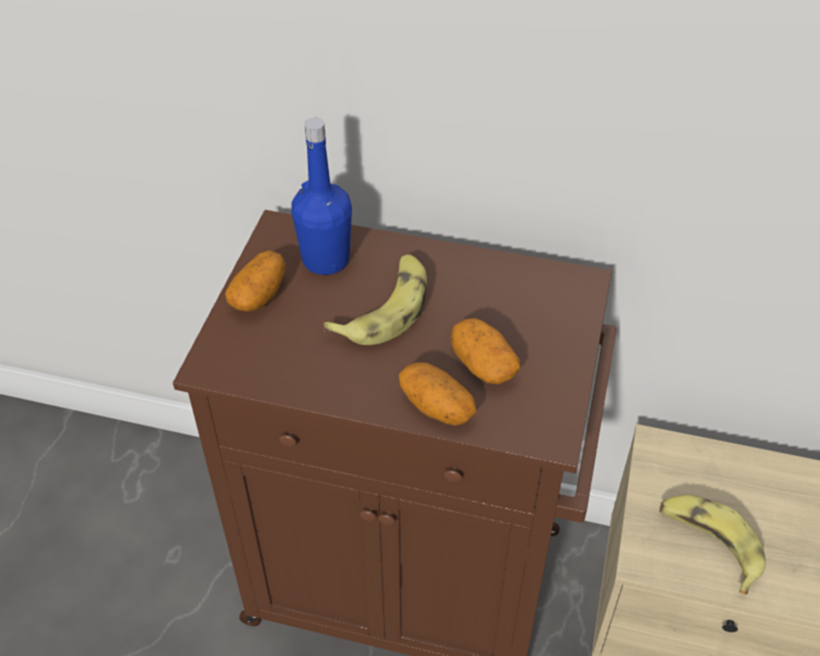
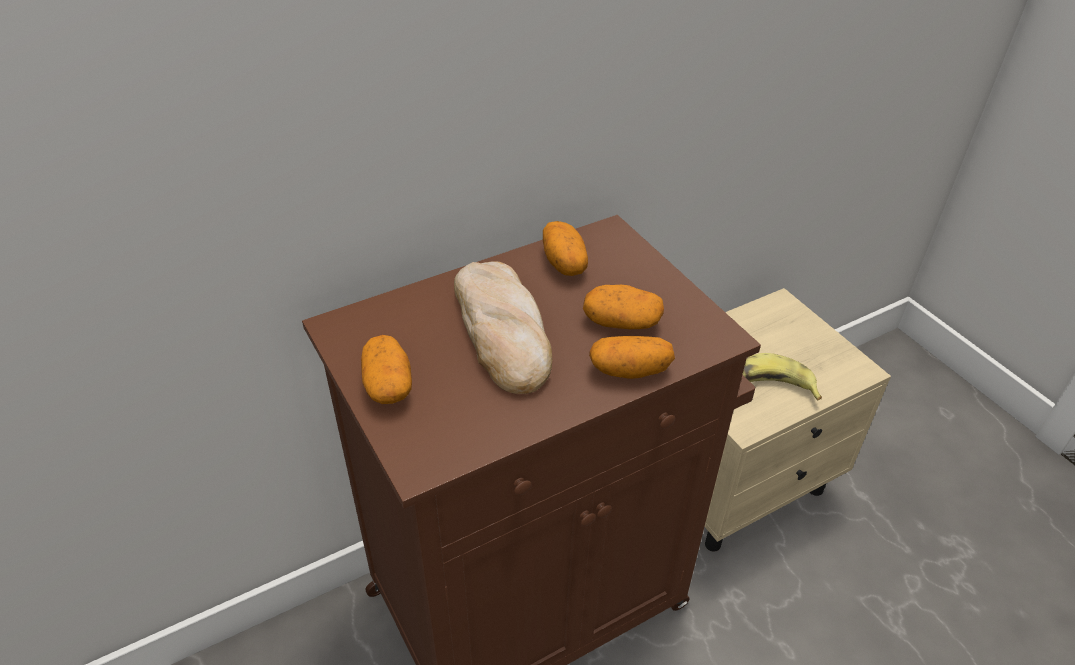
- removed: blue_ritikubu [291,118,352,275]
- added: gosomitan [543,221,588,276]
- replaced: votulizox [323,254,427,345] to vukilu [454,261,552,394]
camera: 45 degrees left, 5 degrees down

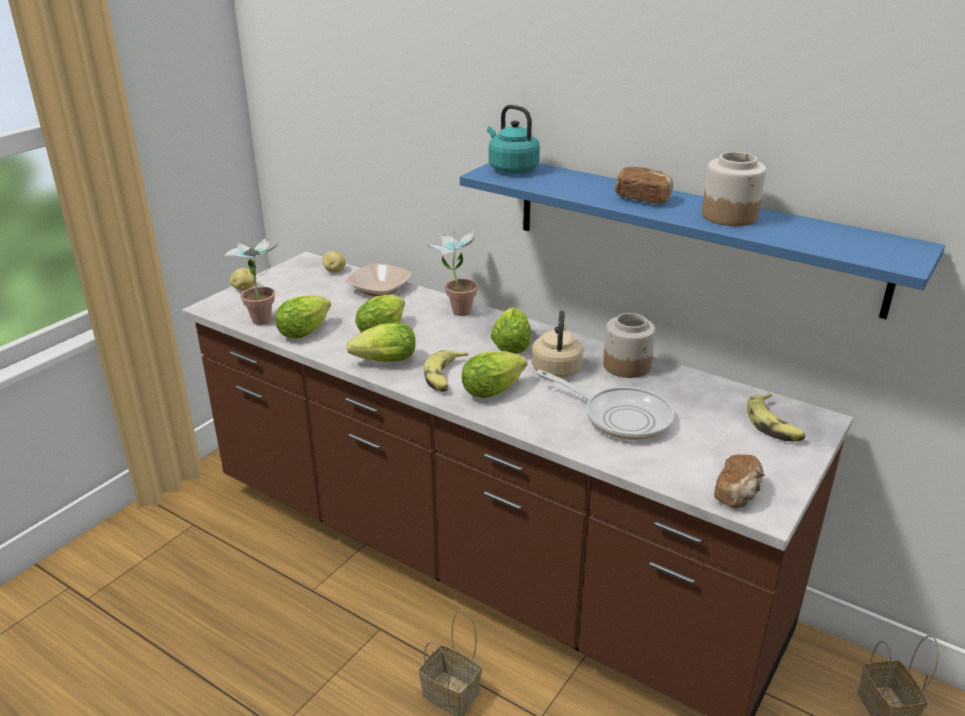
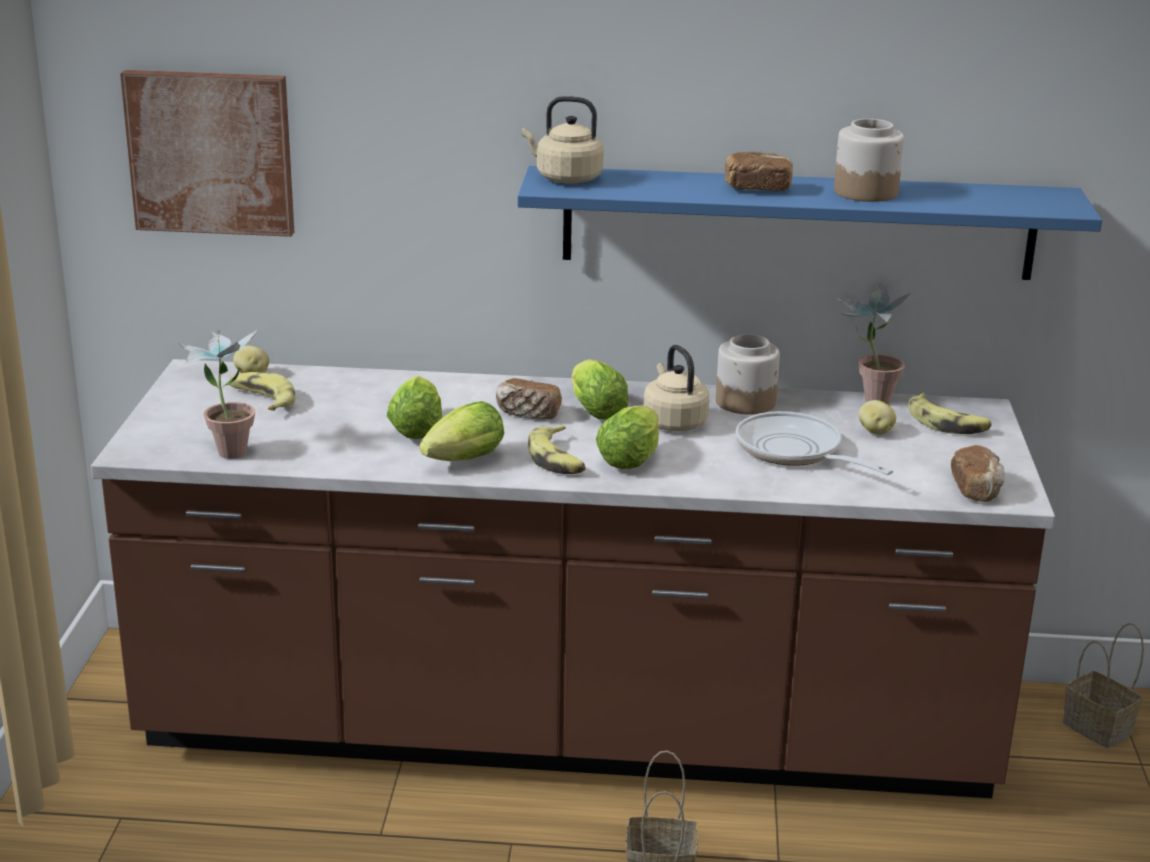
- removed: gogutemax [275,295,331,339]
- removed: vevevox [345,263,412,297]
- added: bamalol [120,70,294,237]
- added: votulizox [229,372,295,411]
- added: vukilu [496,378,562,419]
- moved: gosomitan [230,268,254,291] to [858,400,896,435]
- moved: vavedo [426,229,478,316] to [837,283,912,404]
- recoloured: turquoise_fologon [487,105,540,174] to beige_fologon [522,96,604,184]
- turned: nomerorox [536,369,674,440] = [736,411,893,475] 135 degrees counterclockwise
camera: 30 degrees left, 5 degrees down

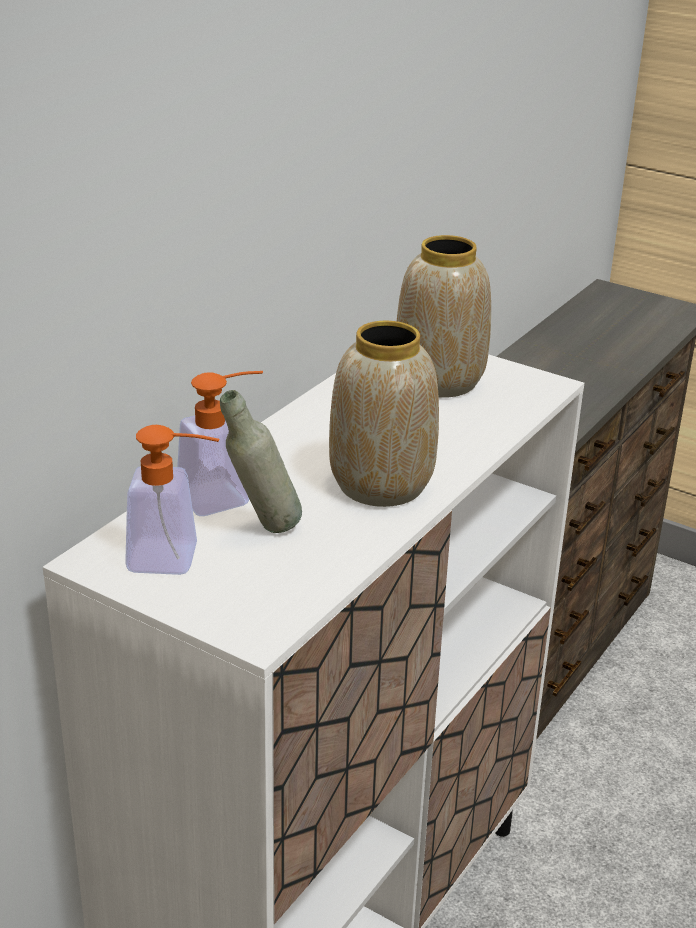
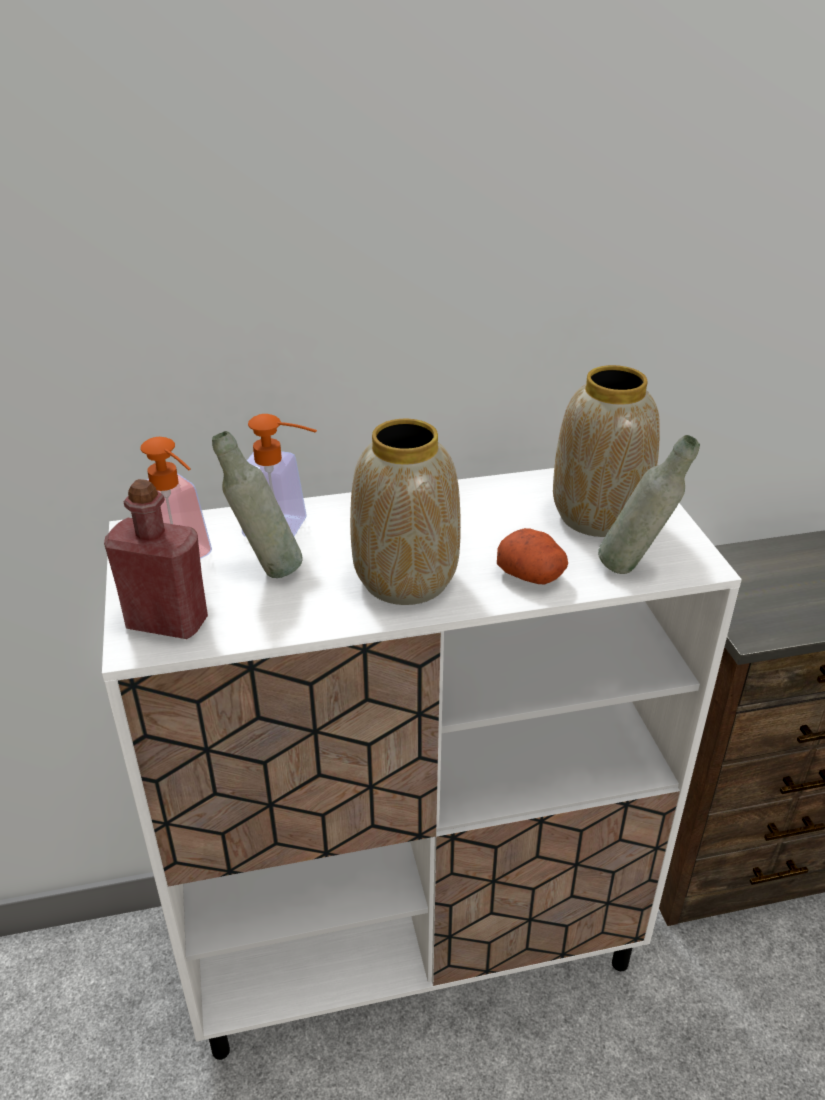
- added: red_ritikubu [104,479,208,639]
- added: gosomitan [497,528,568,584]
- added: grey_ritikubu [598,435,700,574]
camera: 45 degrees right, 5 degrees up

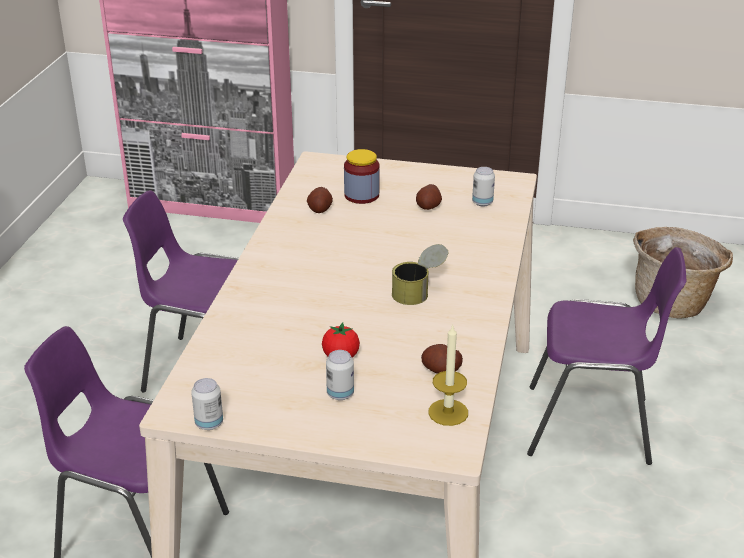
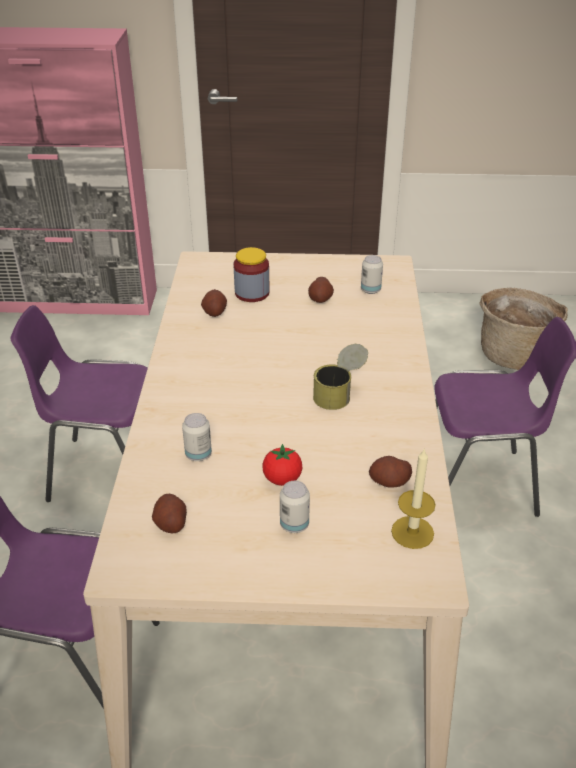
- added: gosomitan [152,494,187,533]
- moved: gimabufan [191,378,223,430] to [182,413,212,461]
camera: 10 degrees left, 5 degrees up

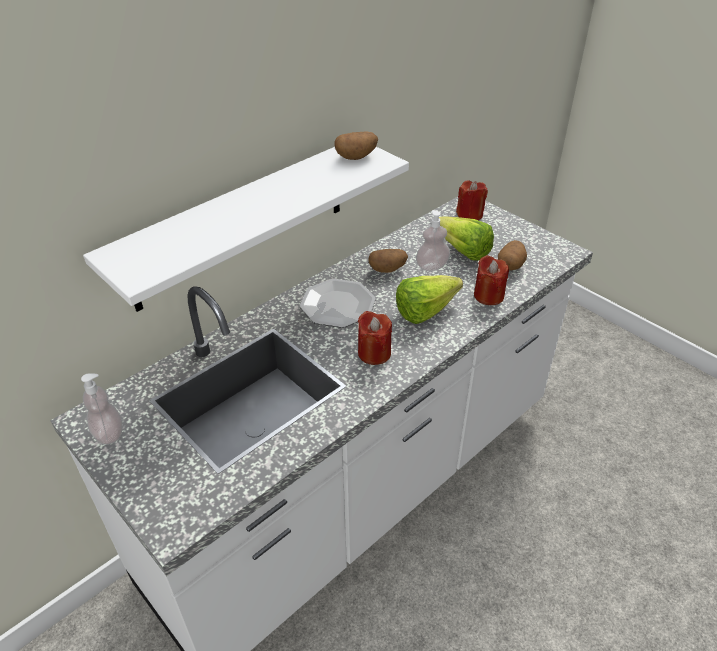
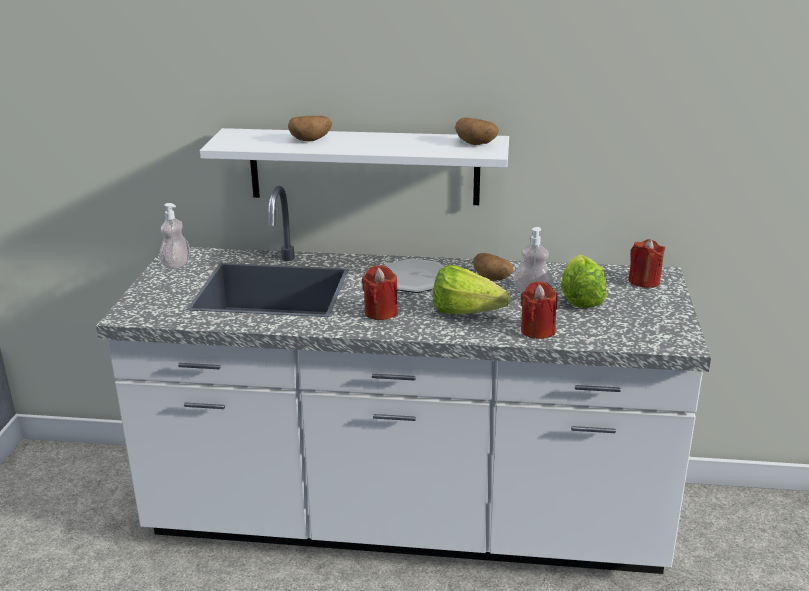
- moved: gosomitan [498,240,527,270] to [288,116,332,141]
camera: 50 degrees right, 15 degrees down

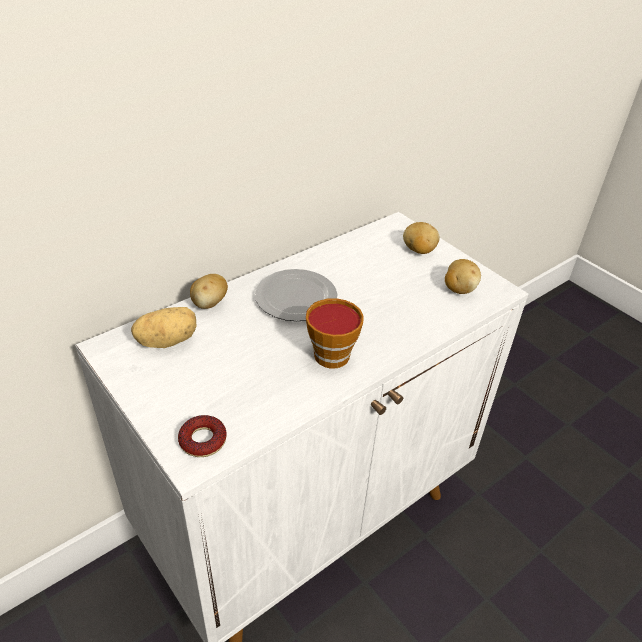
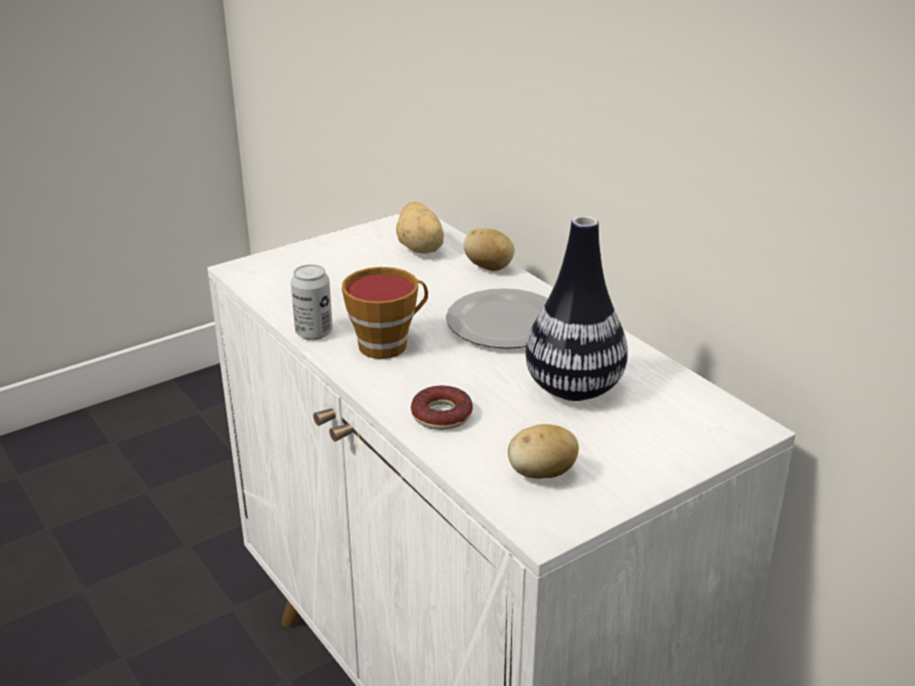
- removed: gosomitan [403,222,440,254]
- added: gimabufan [291,264,333,340]
- added: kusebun [525,215,628,401]
- moved: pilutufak [178,415,227,457] to [411,386,473,430]
camera: 95 degrees right, 10 degrees down

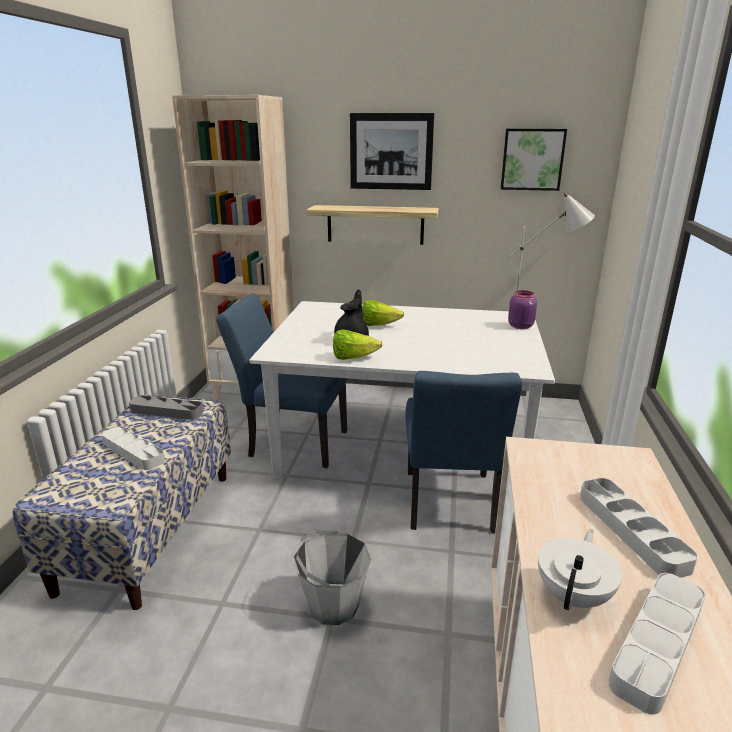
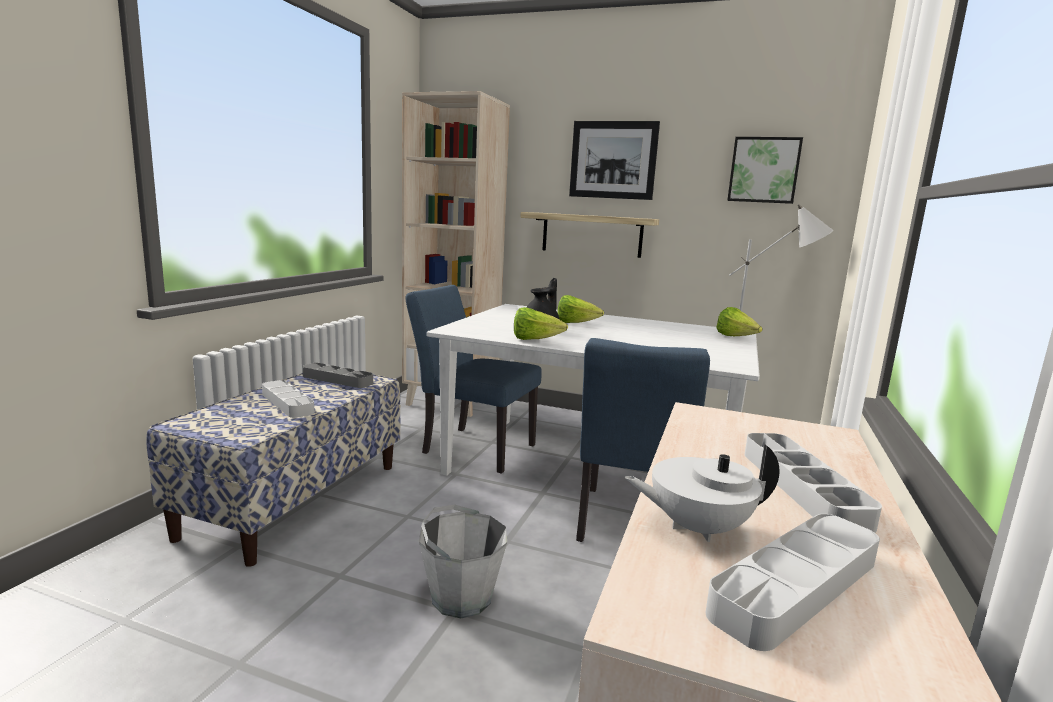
- replaced: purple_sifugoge [508,290,537,329] to gogutemax [716,307,762,336]
- turned: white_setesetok [538,529,622,610] = [624,444,780,542] 135 degrees counterclockwise
camera: 10 degrees right, 10 degrees down

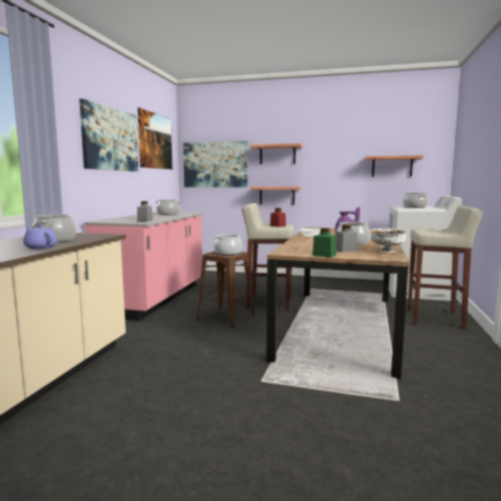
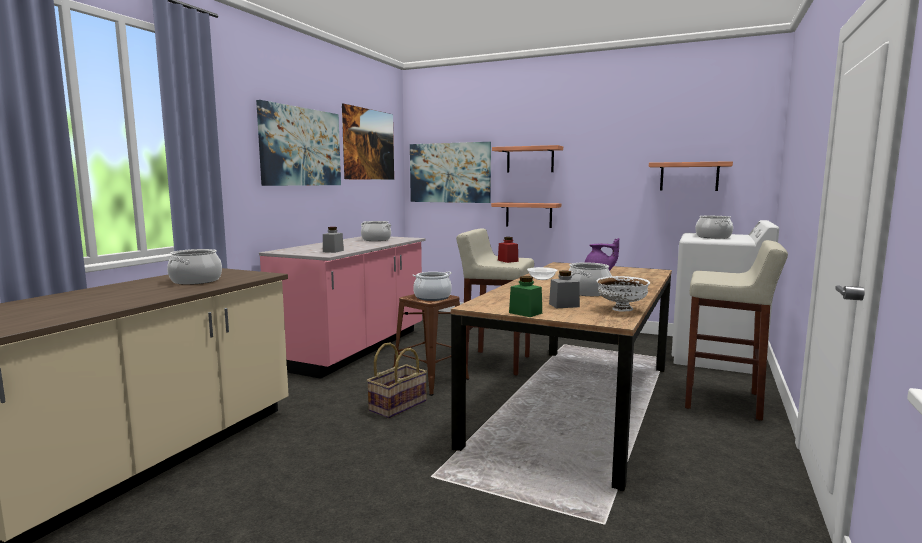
- removed: purple_setesetok [23,224,58,249]
- added: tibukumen [367,343,427,418]
camera: 10 degrees right, 0 degrees up

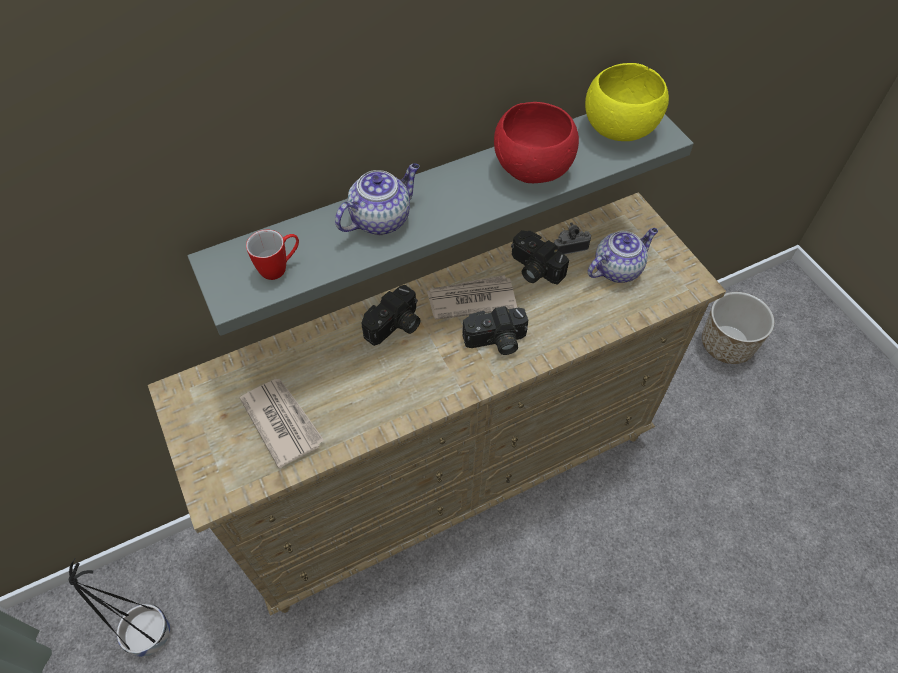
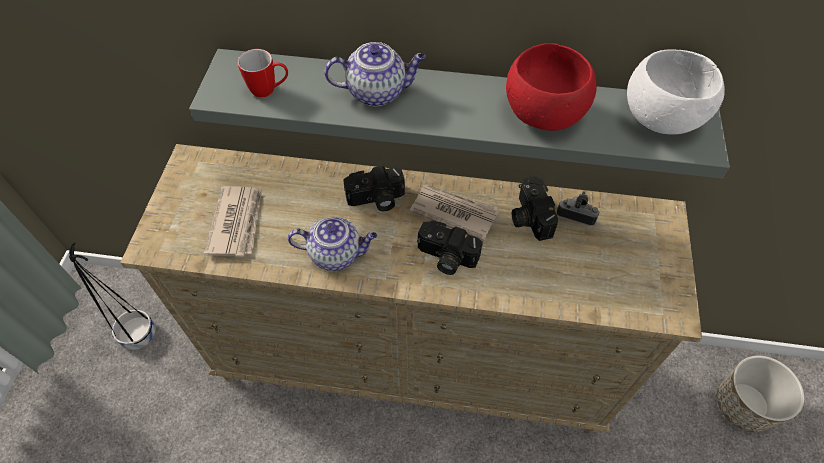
- moved: setesetok [588,228,658,283] to [288,216,377,271]
- recoloured: yellow_vevevox [585,63,669,141] to white_vevevox [627,49,725,135]
camera: 35 degrees right, 0 degrees up

